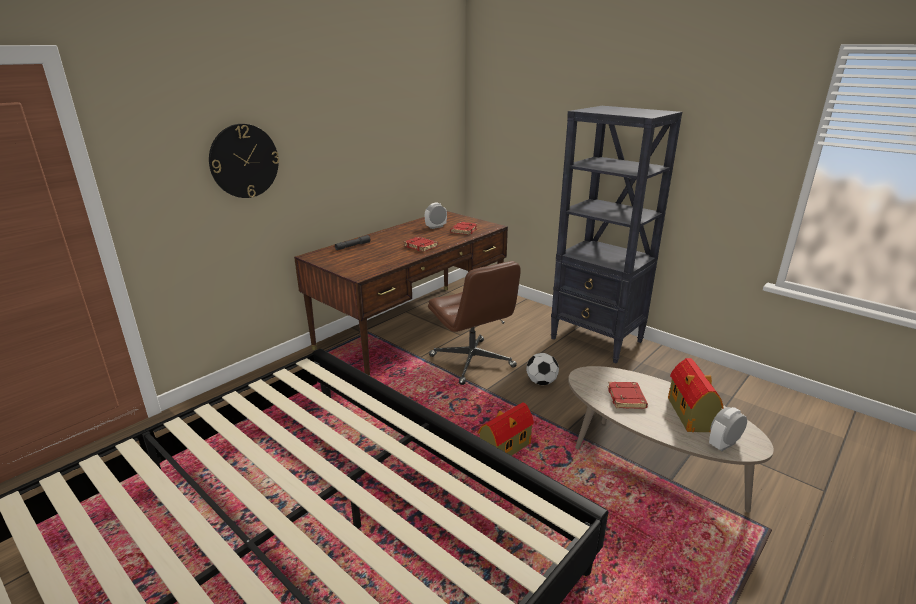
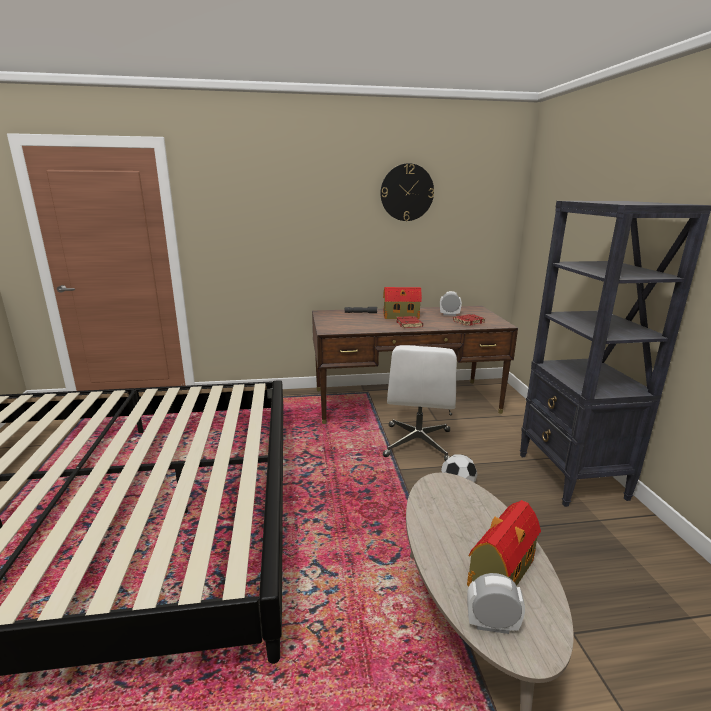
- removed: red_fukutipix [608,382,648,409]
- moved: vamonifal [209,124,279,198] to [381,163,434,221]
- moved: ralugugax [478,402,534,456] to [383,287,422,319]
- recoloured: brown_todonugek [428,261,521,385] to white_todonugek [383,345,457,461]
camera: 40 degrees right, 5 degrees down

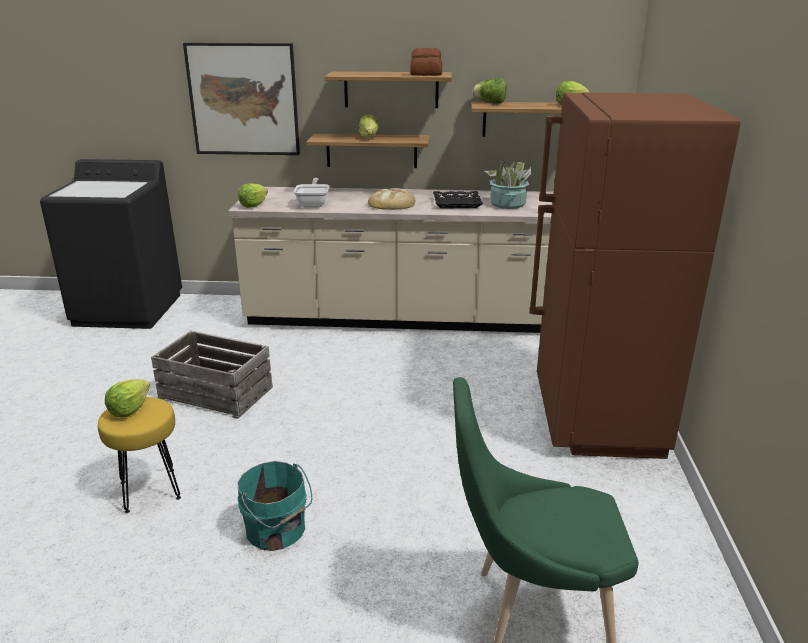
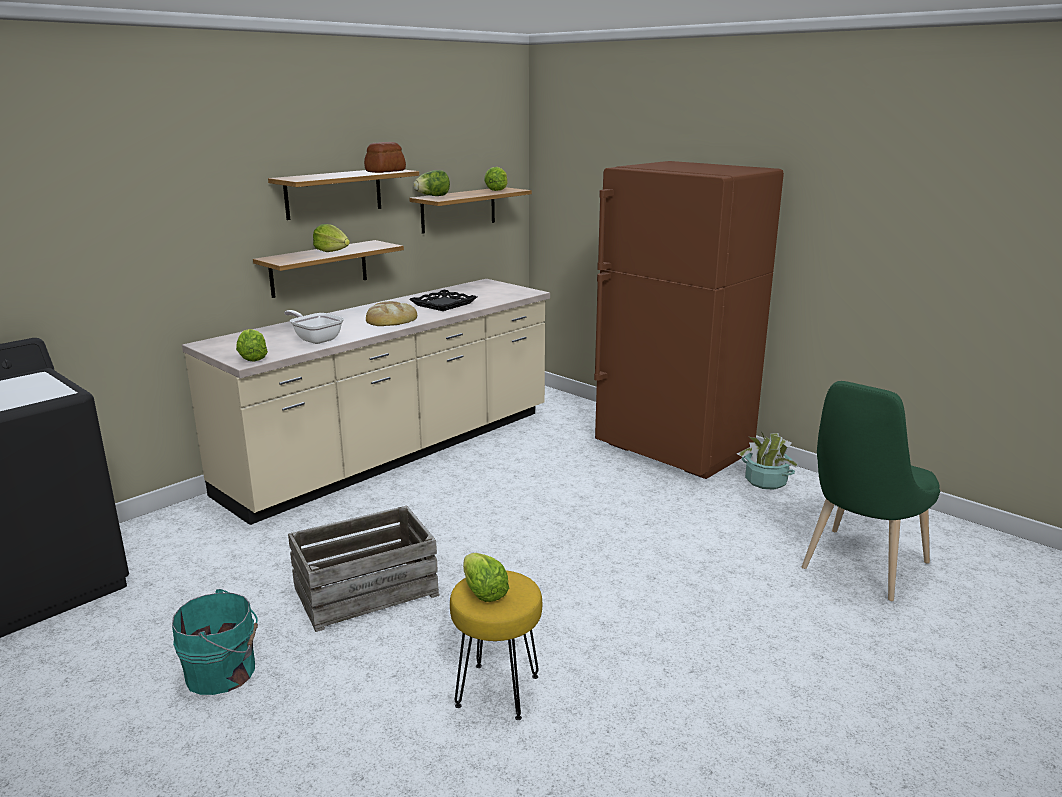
- removed: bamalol [183,43,300,155]
- moved: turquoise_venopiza [237,461,312,551] to [172,589,258,695]
- moved: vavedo [485,160,531,209] to [737,431,799,490]
camera: 50 degrees left, 5 degrees down

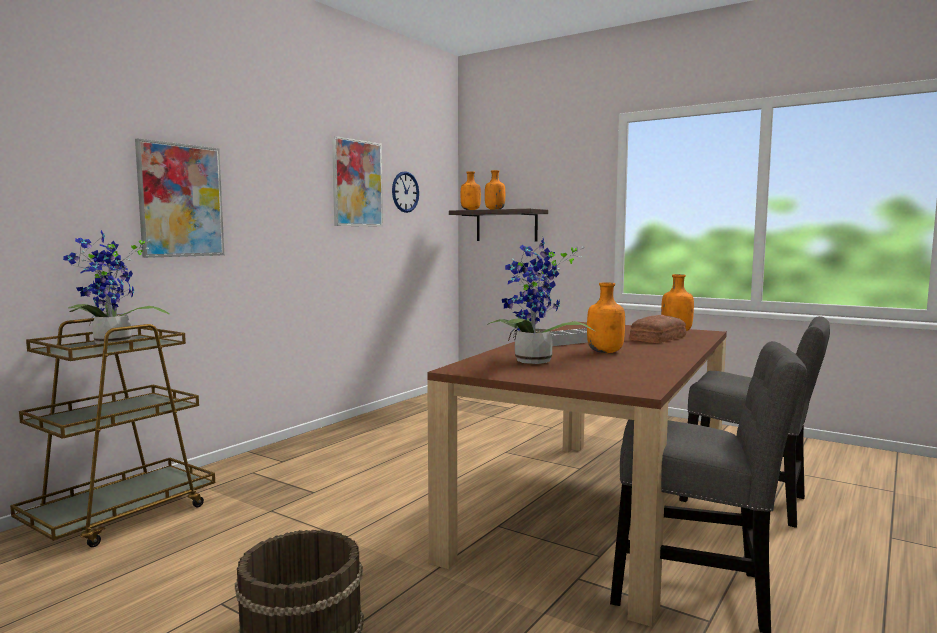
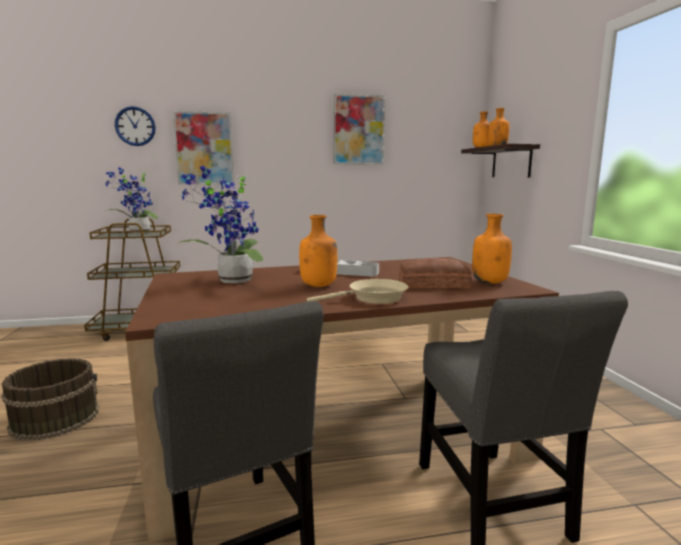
- added: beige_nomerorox [307,279,408,304]
- moved: vamonifal [392,171,419,213] to [115,106,156,146]
camera: 45 degrees right, 5 degrees up

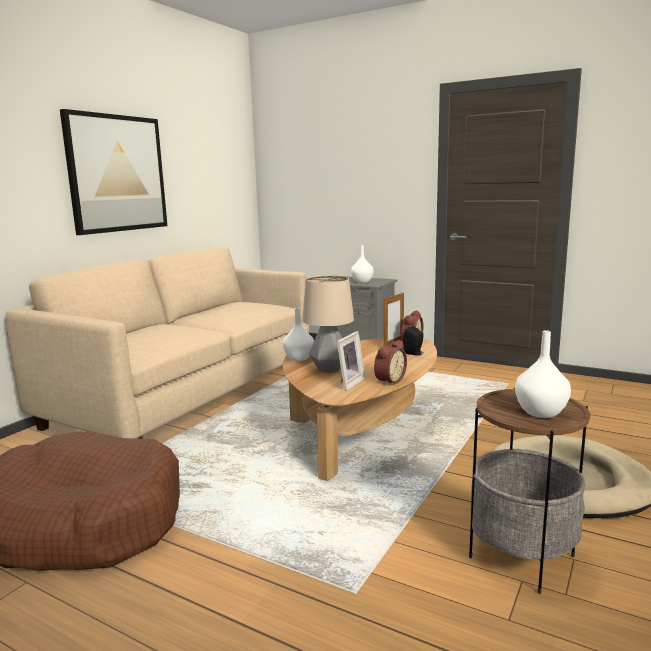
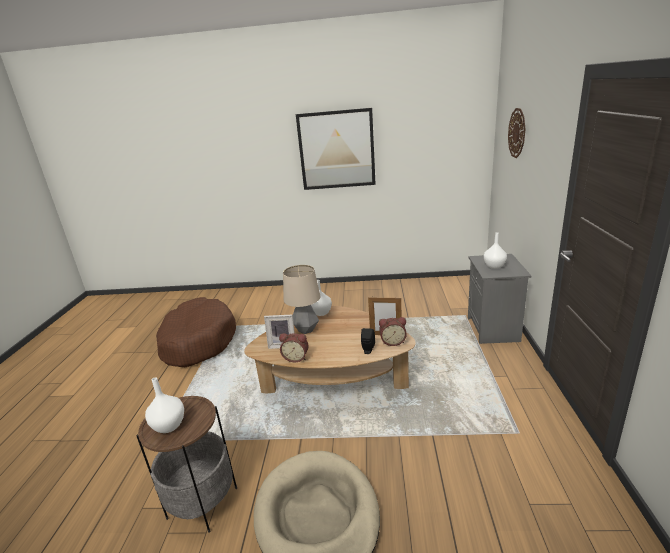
- removed: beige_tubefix [5,247,309,439]
- added: vamonifal [508,108,525,158]
camera: 65 degrees right, 10 degrees up

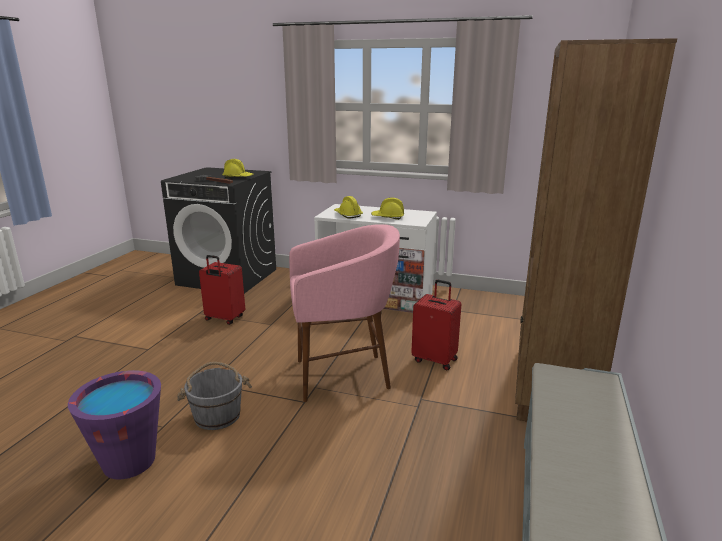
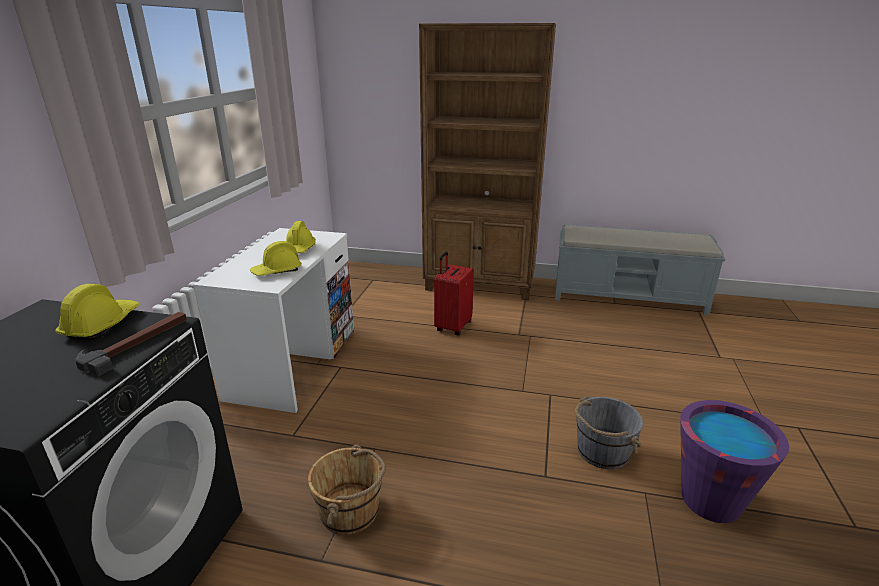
- removed: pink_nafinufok [289,224,400,402]
- replaced: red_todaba [199,255,245,325] to brown_venopiza [308,445,386,535]
camera: 95 degrees left, 5 degrees up

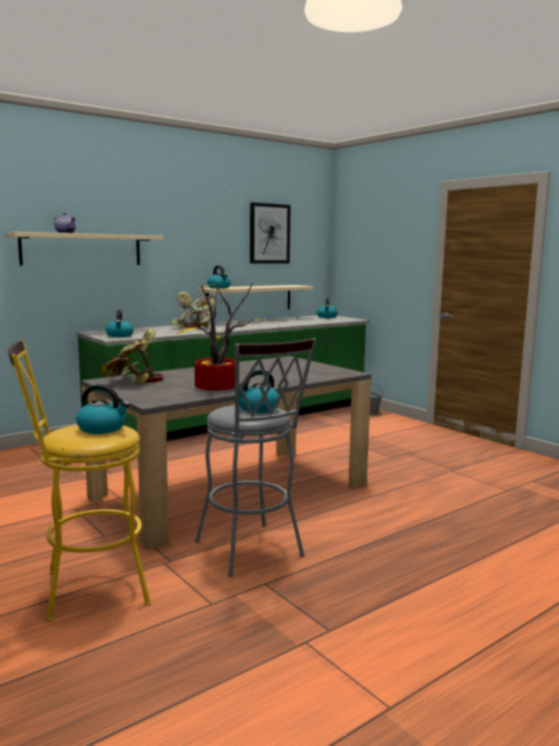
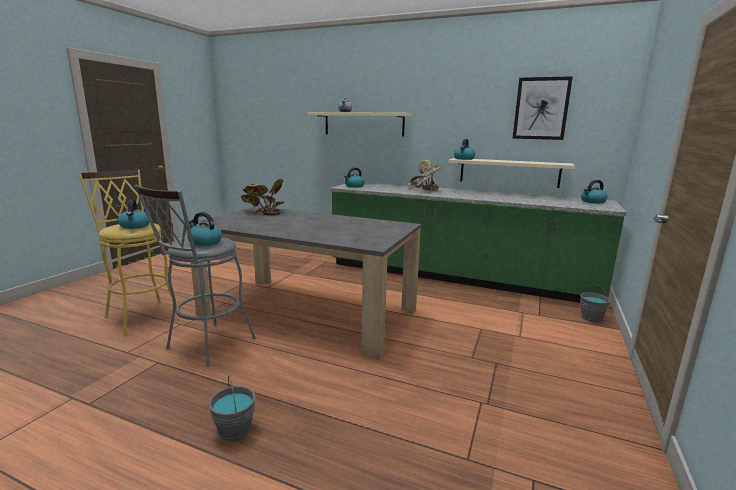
- removed: vavedo [176,283,263,390]
- added: grey_venopiza [208,376,256,442]
camera: 60 degrees right, 5 degrees up

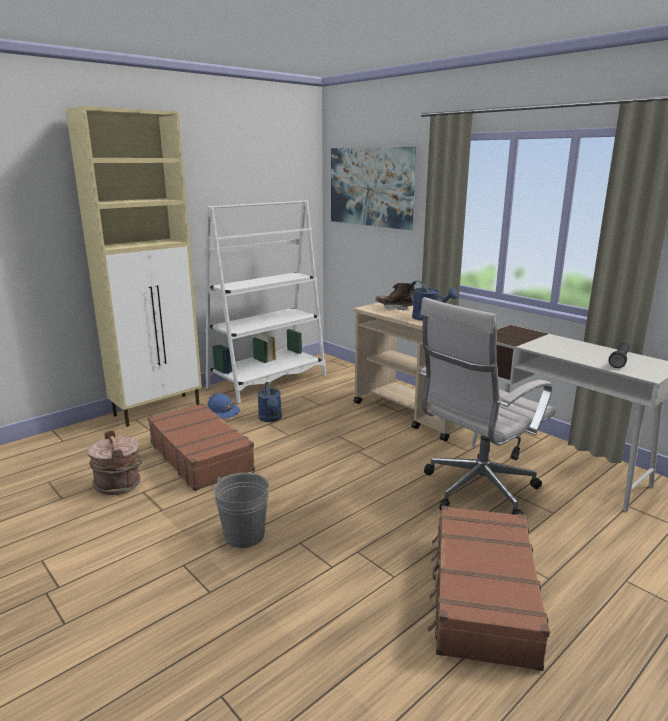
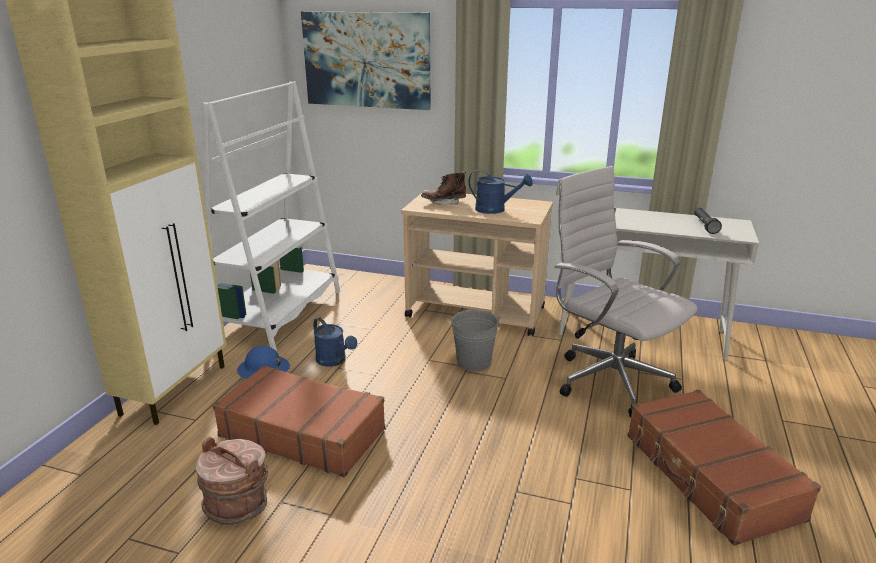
- moved: grey_venopiza [214,473,270,548] to [449,310,501,371]
- turned: white_todonugek [419,297,556,515] = [555,166,698,418] 120 degrees clockwise
camera: 30 degrees left, 5 degrees up

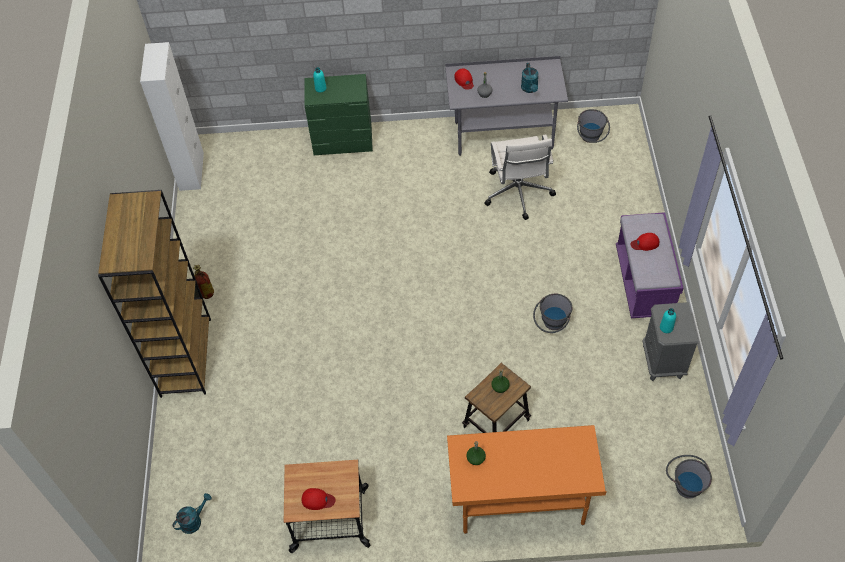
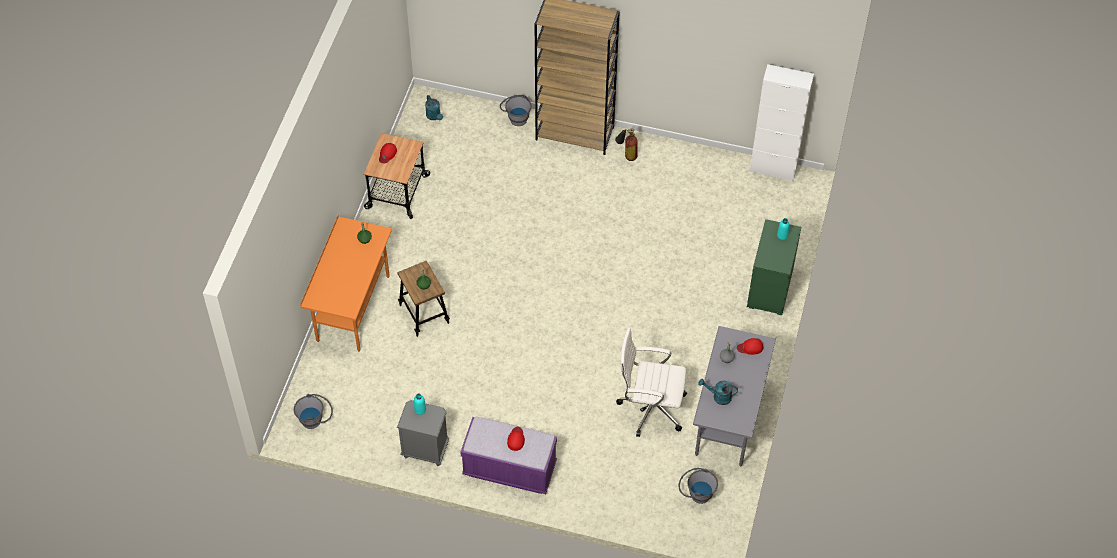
- moved: grey_venopiza [533,294,573,333] to [500,95,532,126]
camera: 105 degrees right, 0 degrees up

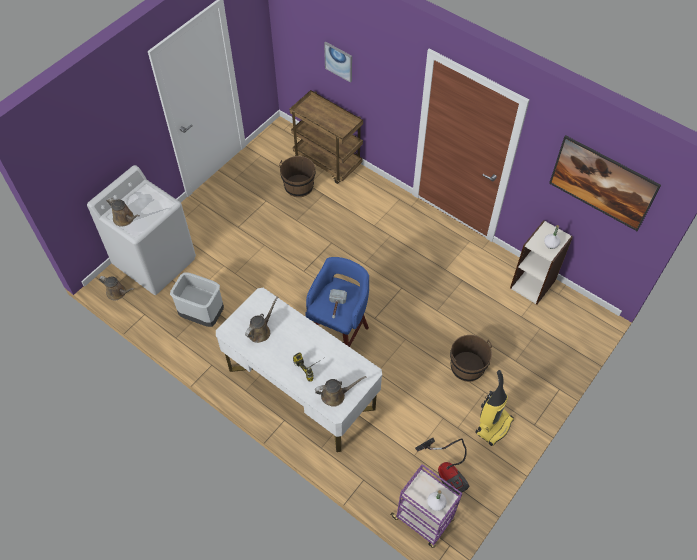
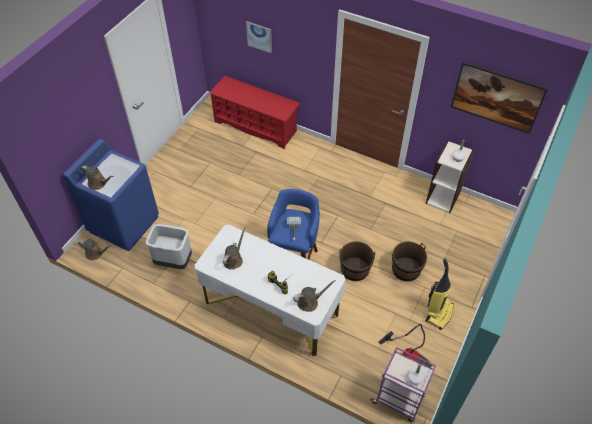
- moved: brown_venopiza [279,156,316,197] to [339,241,375,281]
- replaced: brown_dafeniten [290,90,363,184] to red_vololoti [209,76,300,149]
- recoloured: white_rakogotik [87,165,196,295] to blue_rakogotik [63,139,159,251]
camera: 10 degrees left, 5 degrees down

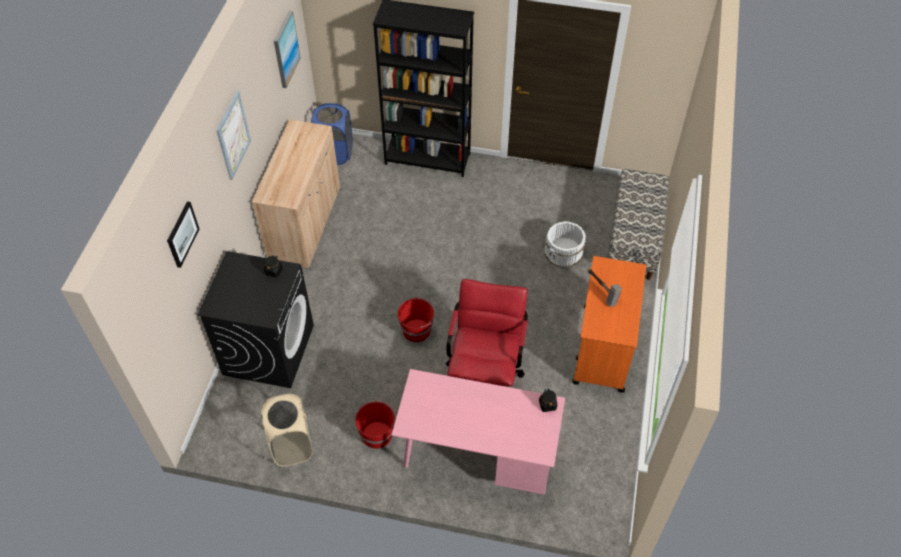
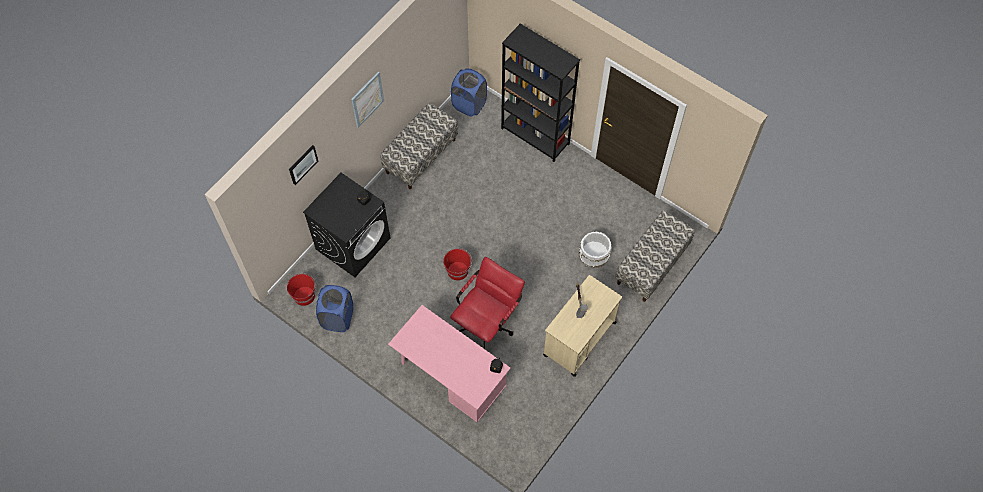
- removed: bamalol [274,11,301,88]
- moved: red_venopiza [355,400,396,449] to [287,273,316,306]
- replaced: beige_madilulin [252,120,340,269] to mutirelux [380,103,458,189]
- recoloured: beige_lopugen [261,394,313,467] to blue_lopugen [316,285,353,332]
- recoloured: orange_dafeniten [572,256,646,393] to beige_dafeniten [543,275,622,377]
camera: 25 degrees right, 10 degrees up

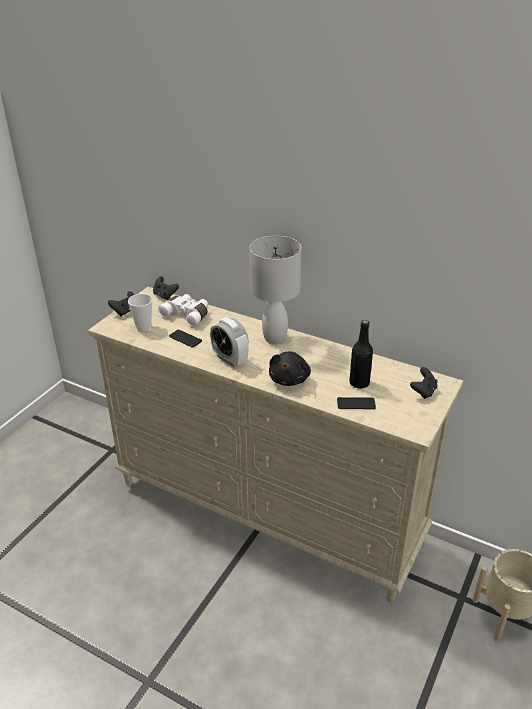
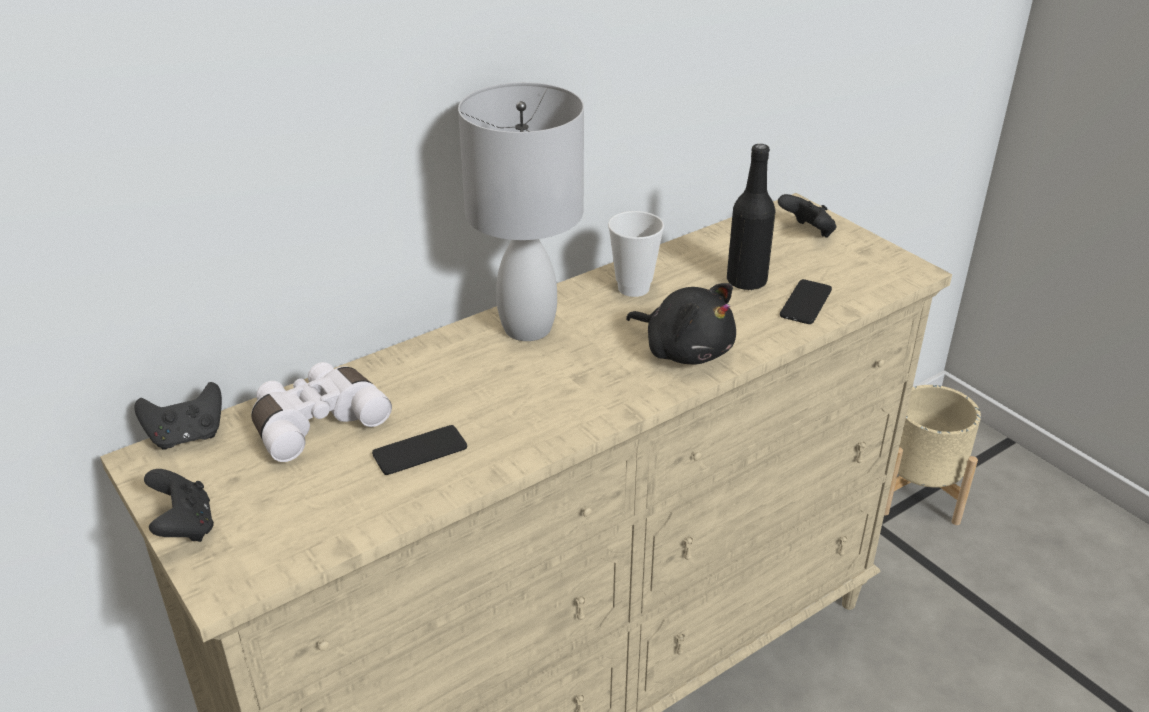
- removed: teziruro [210,317,249,367]
- moved: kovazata [128,294,153,331] to [608,211,664,297]
camera: 65 degrees left, 0 degrees up

